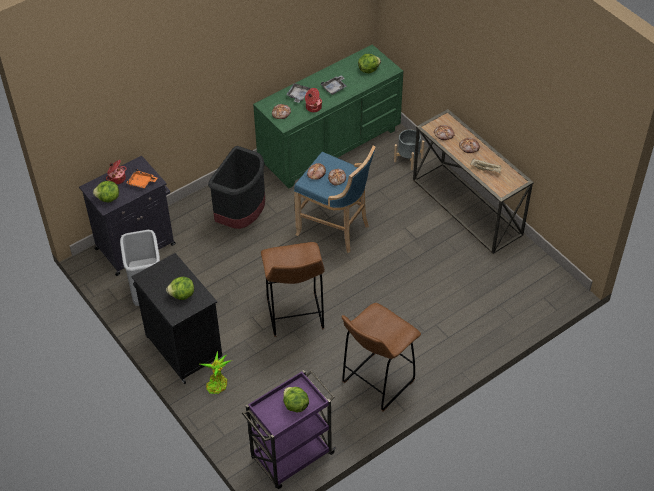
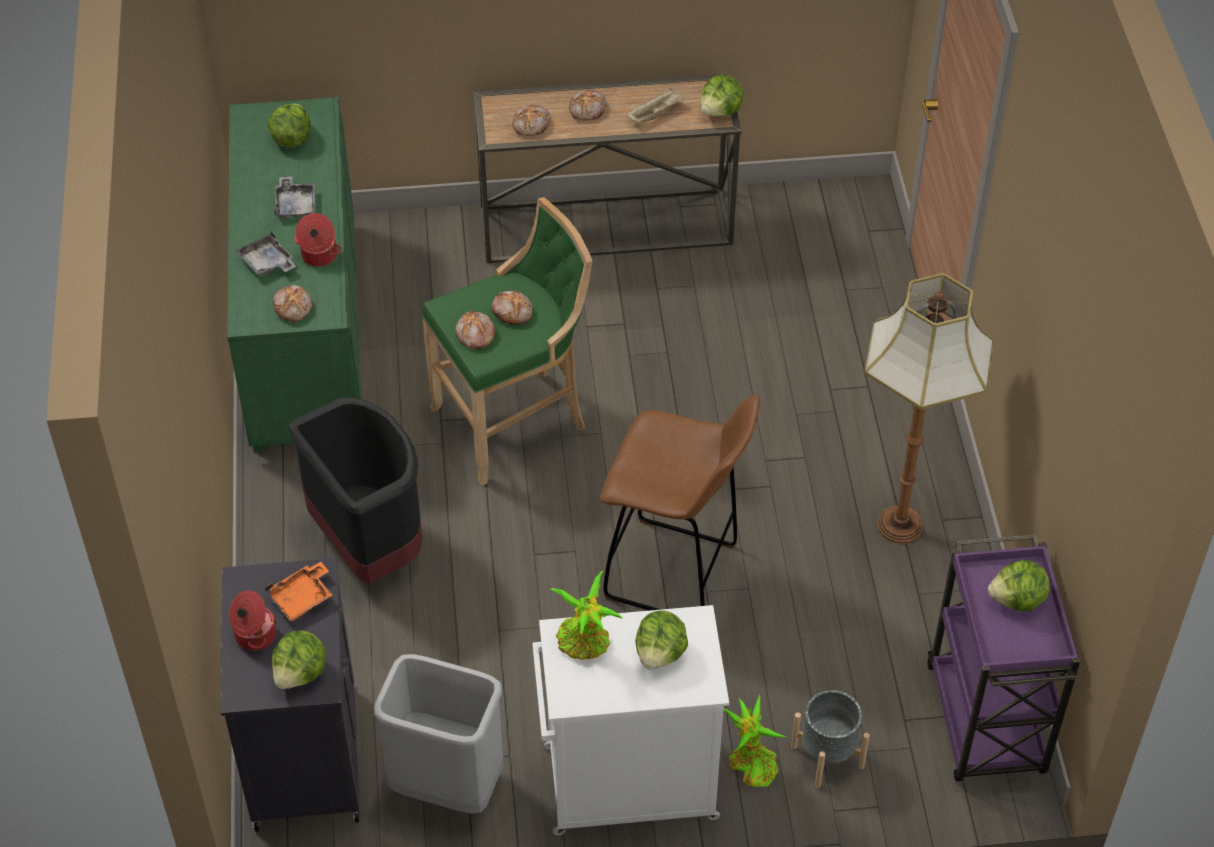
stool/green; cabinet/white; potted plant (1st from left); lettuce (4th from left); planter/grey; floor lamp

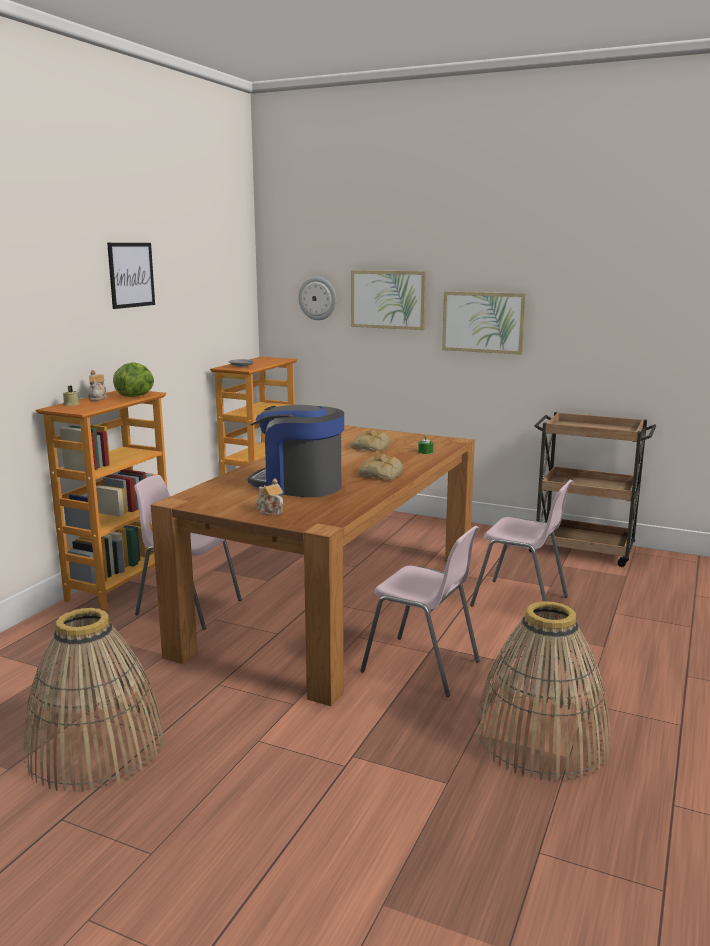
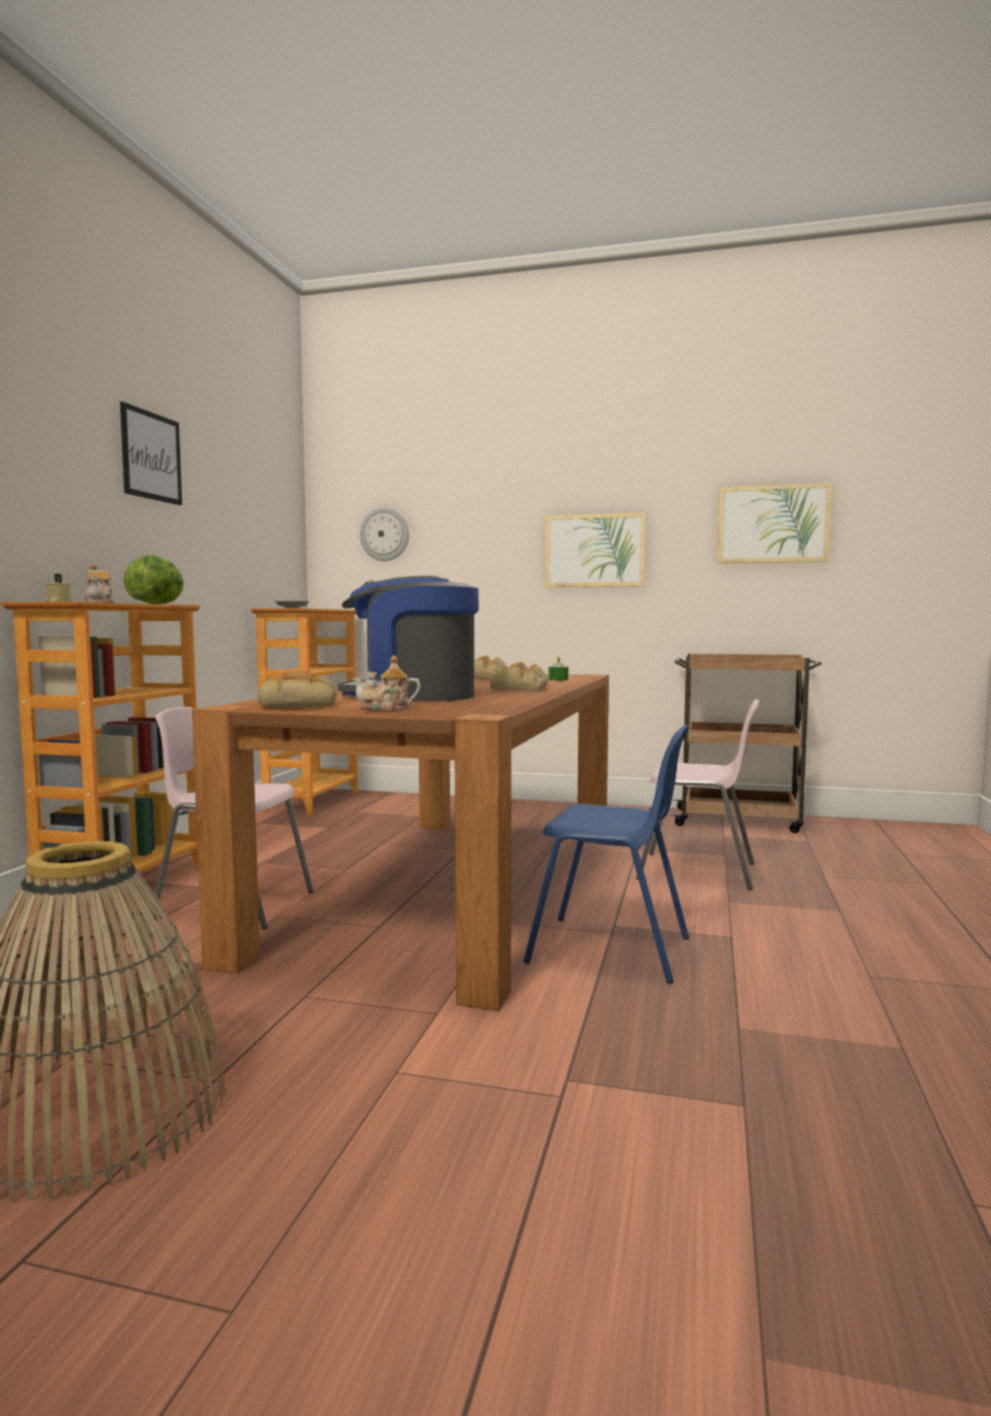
bread (1st from left); teapot (2nd from left); chair/blue; picture (3rd from left); basket (2nd from left in the first image)

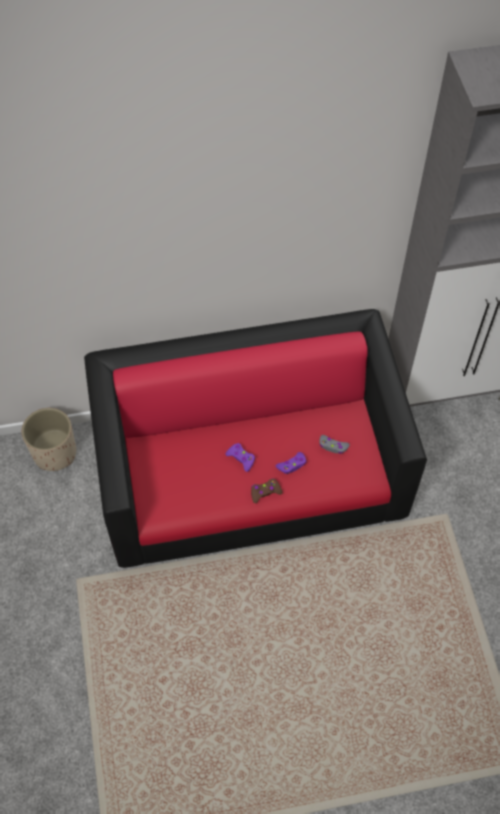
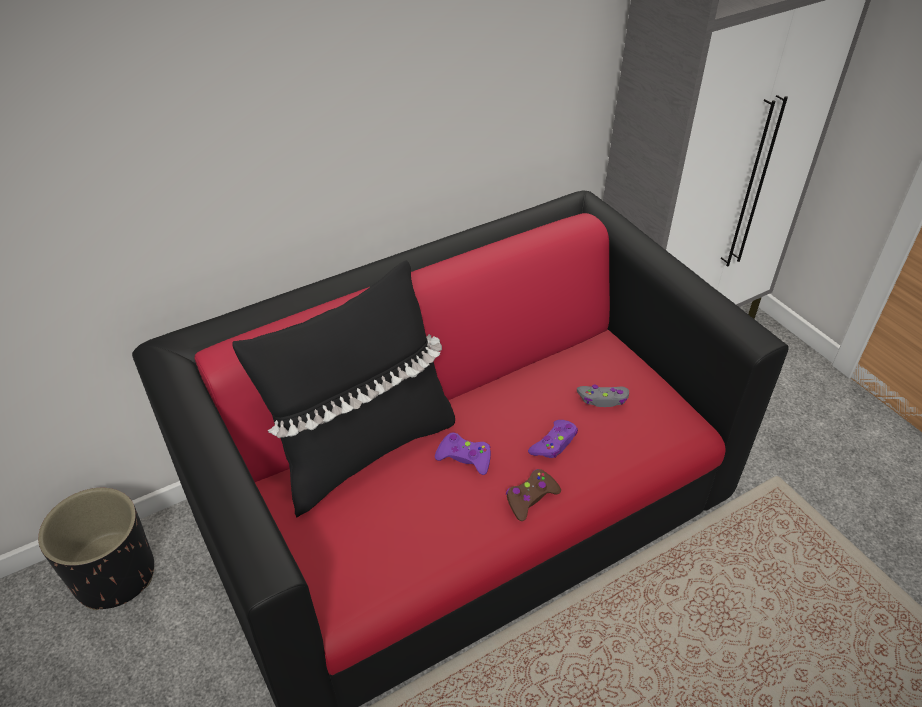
planter/black; pillow/black

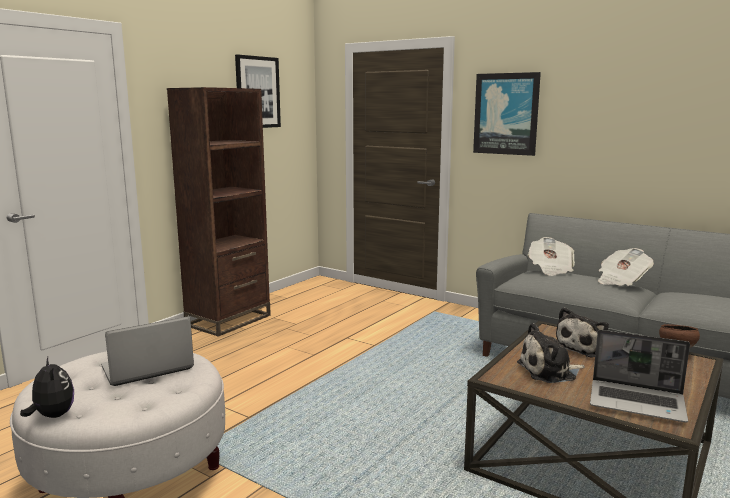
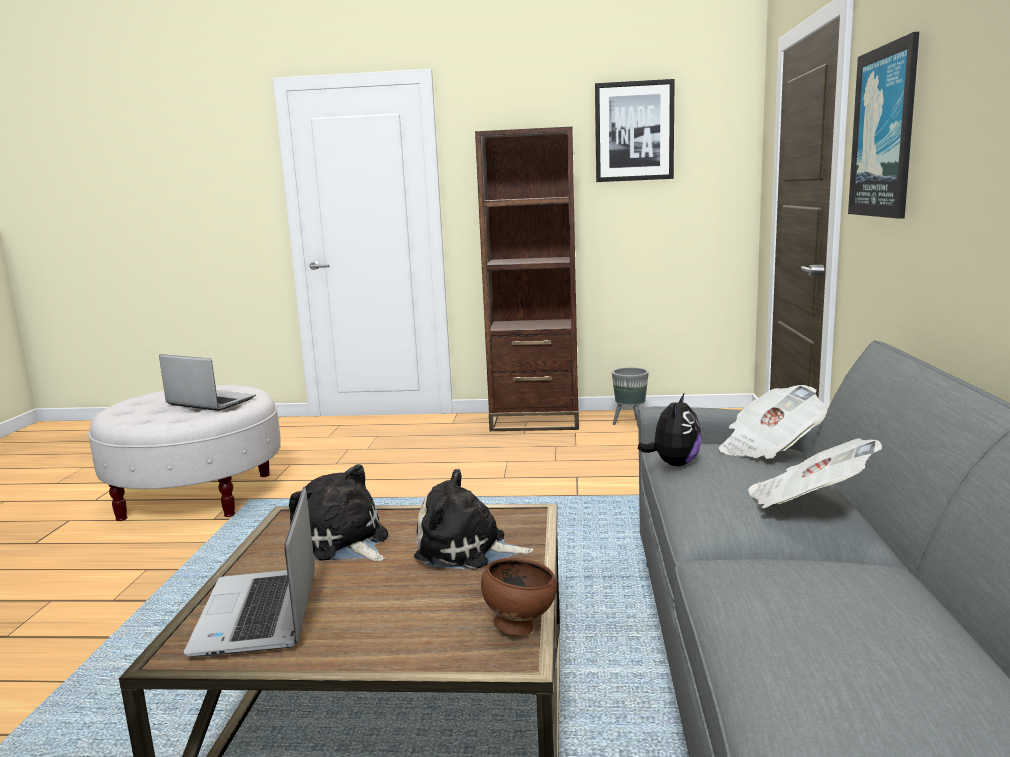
planter/grey; plush toy (3rd from left)

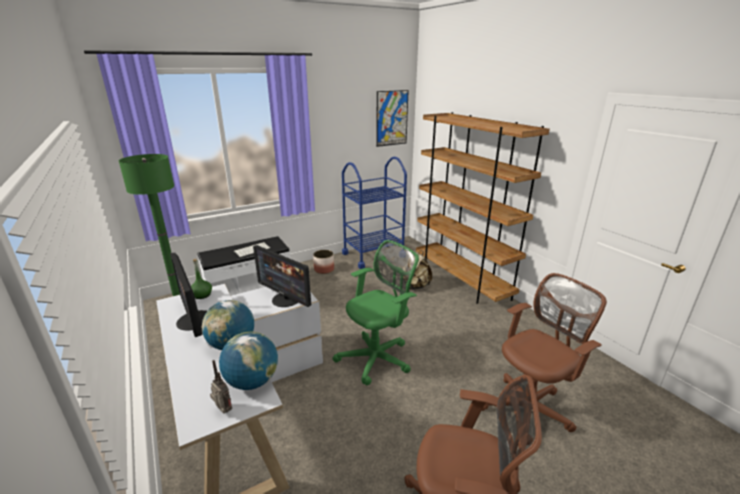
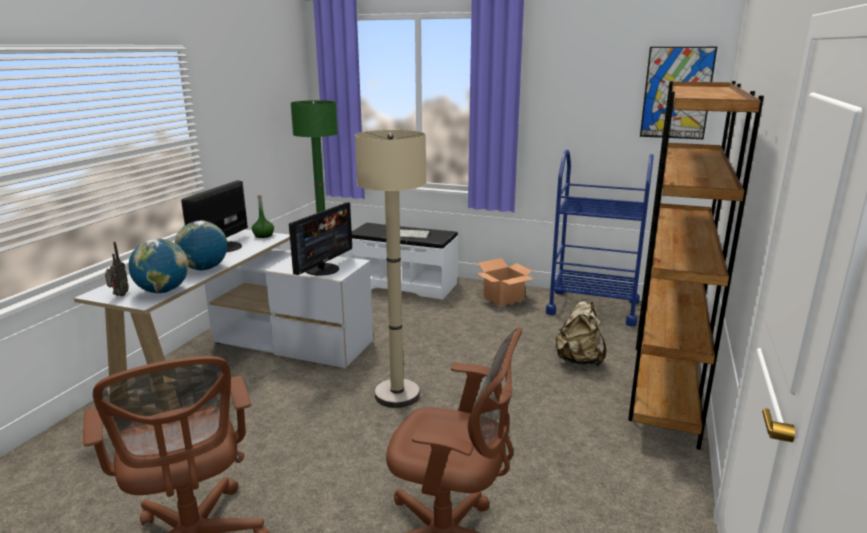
monitor (2nd from left); floor lamp/beige; cardboard box

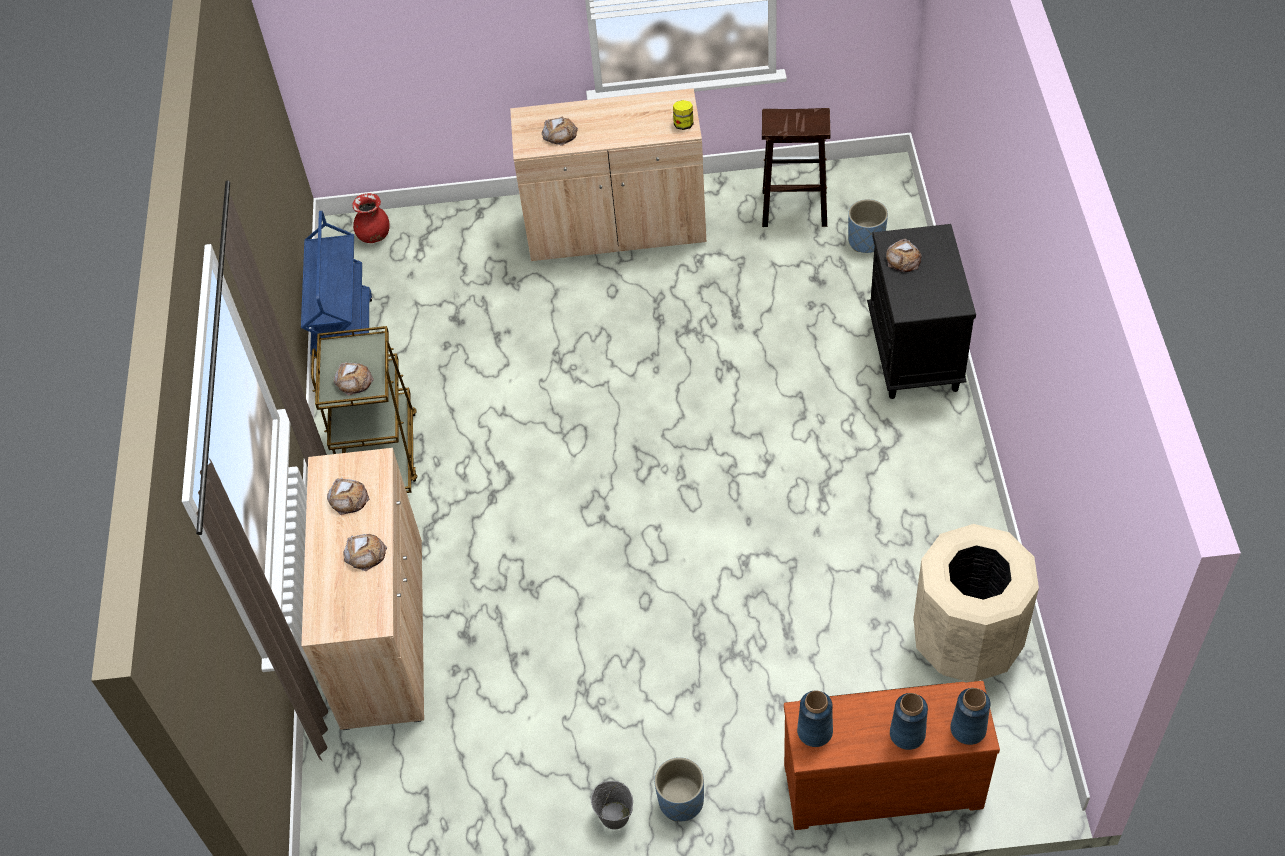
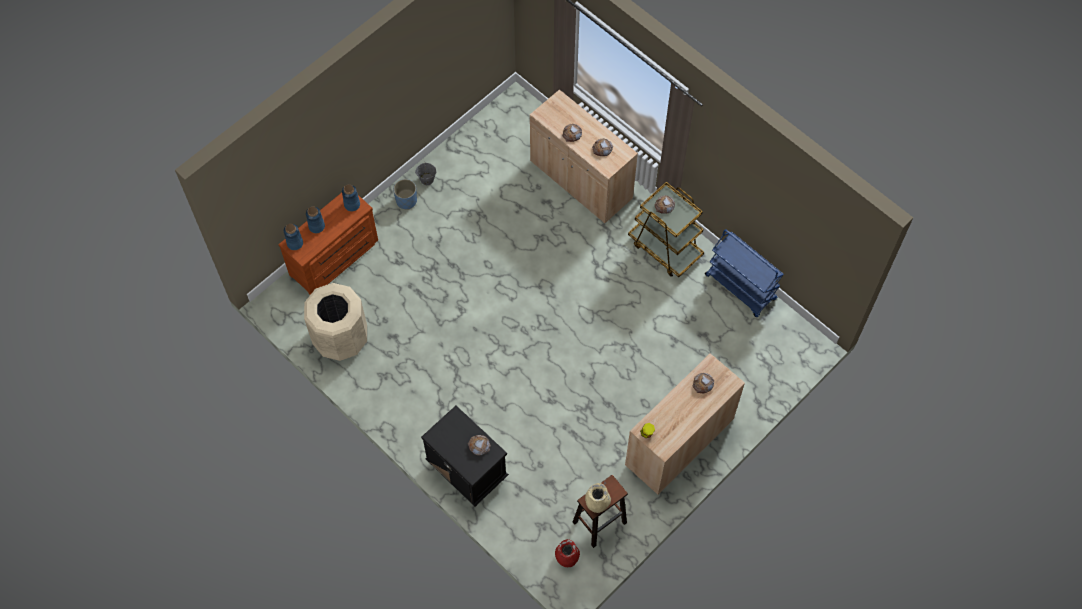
vase/red; vase/beige; planter/blue (2nd from left in the first image)

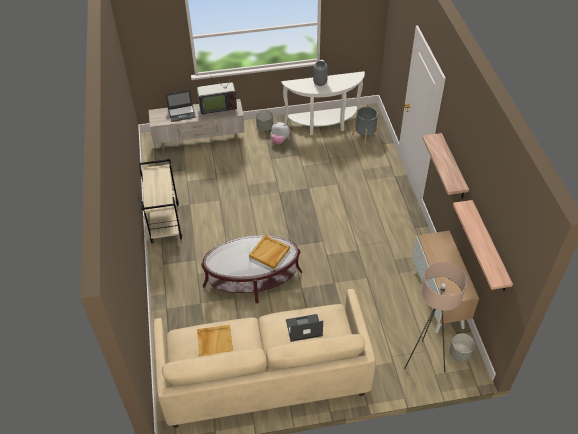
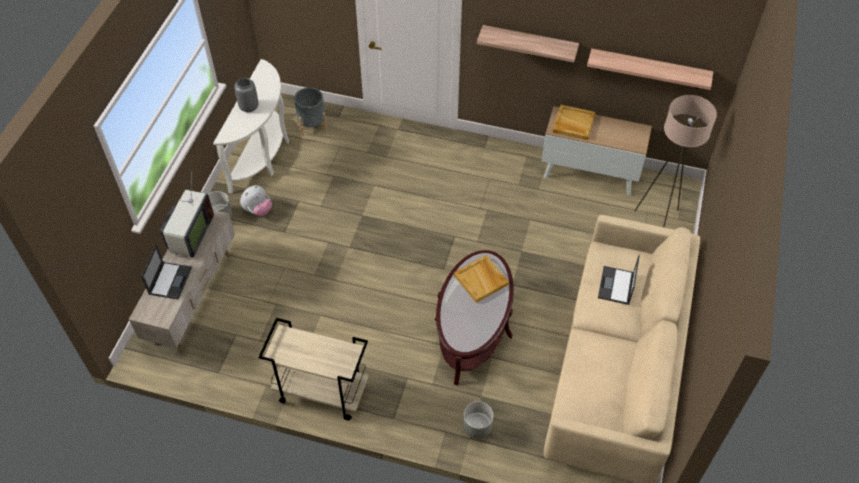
planter/grey (3rd from left); tray/beige (2nd from left)

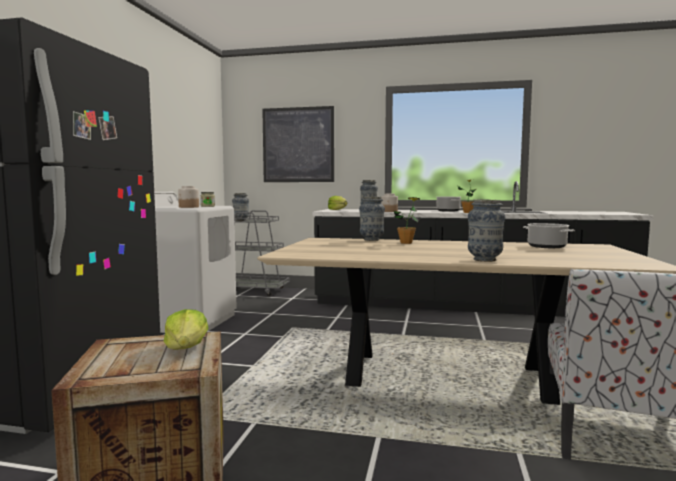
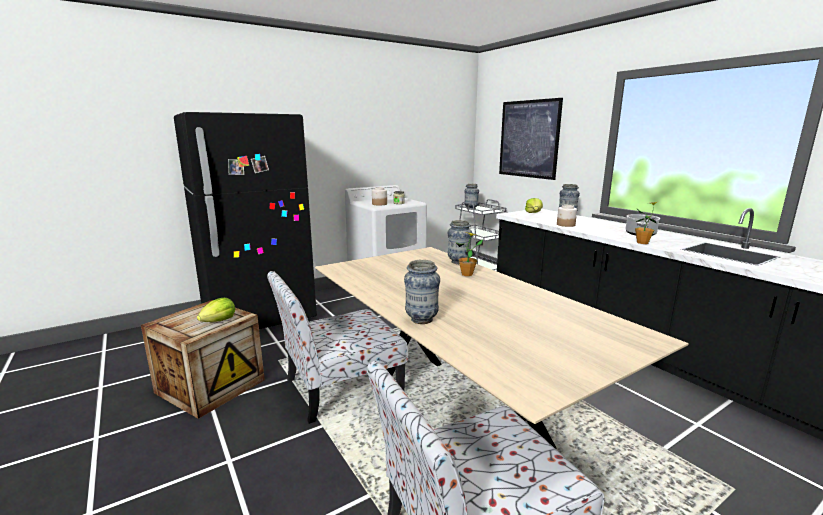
chair (1st from left); cooking pot (2nd from left in the first image)

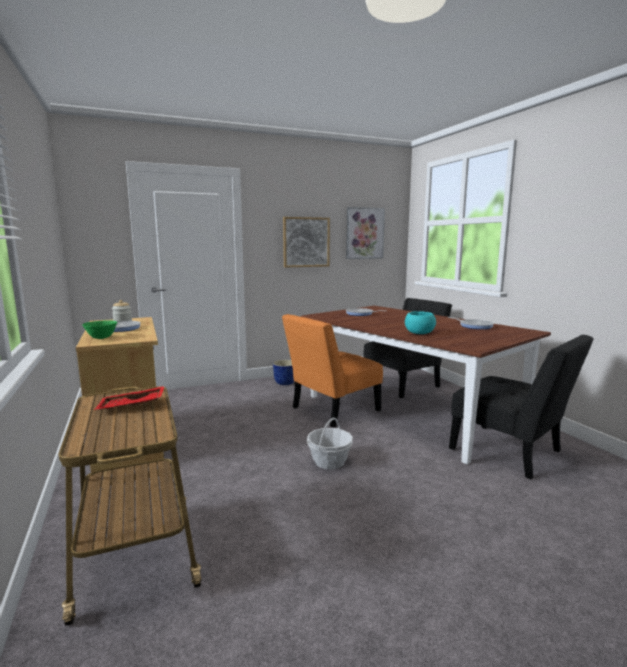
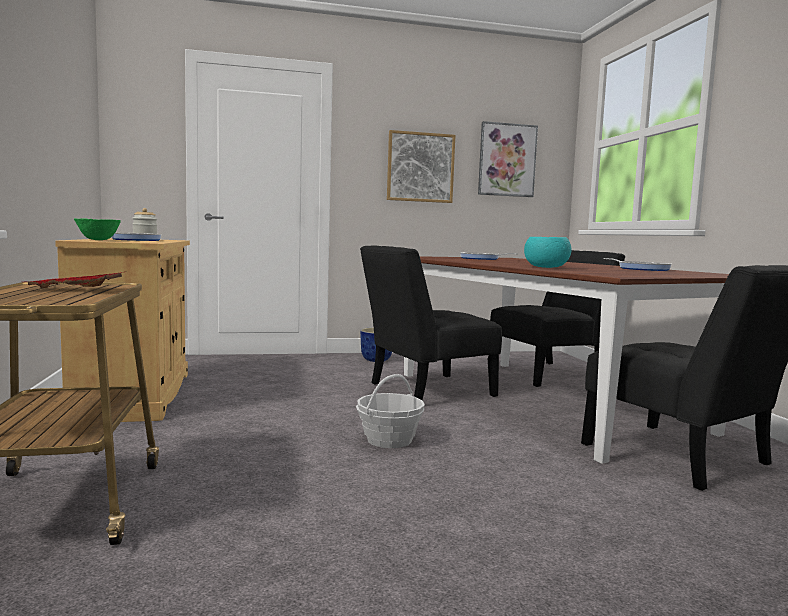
chair/black (1st from left)

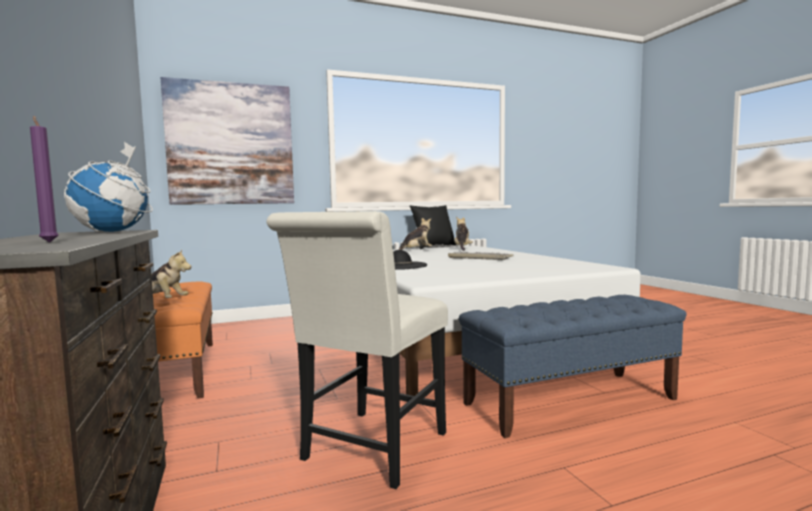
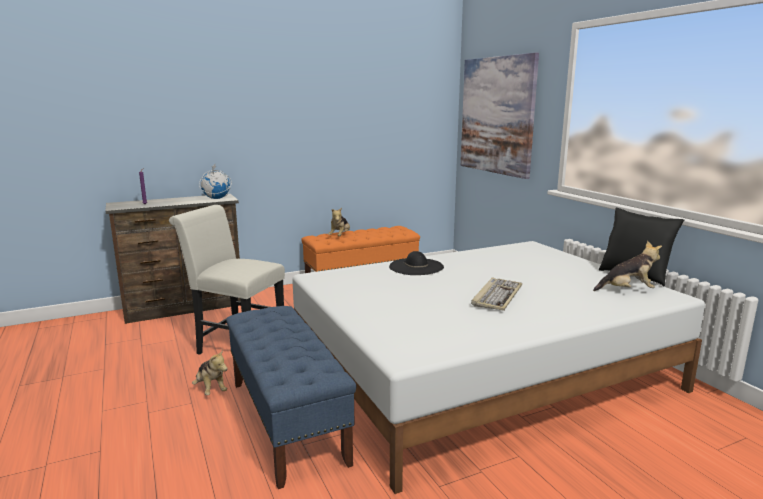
plush toy (1st from left)

